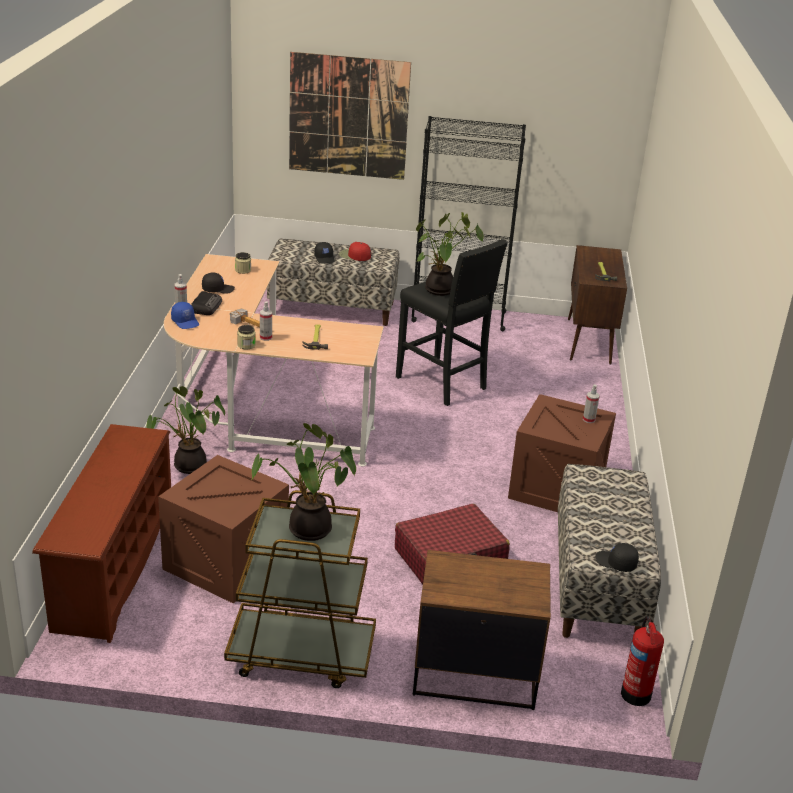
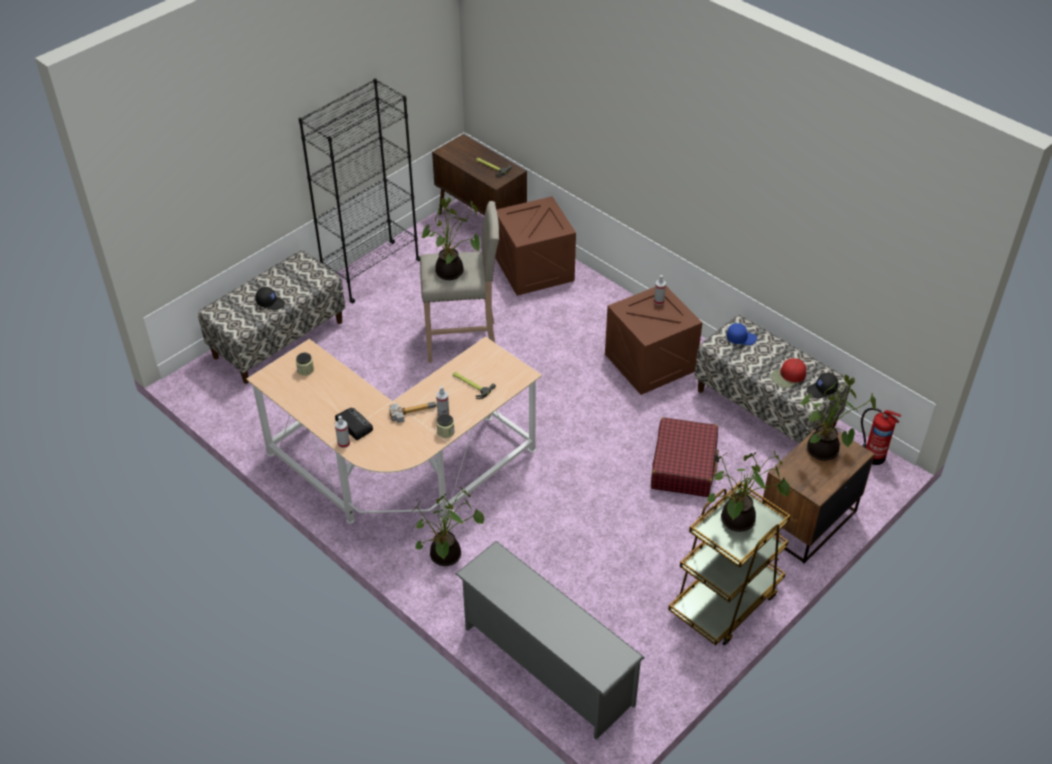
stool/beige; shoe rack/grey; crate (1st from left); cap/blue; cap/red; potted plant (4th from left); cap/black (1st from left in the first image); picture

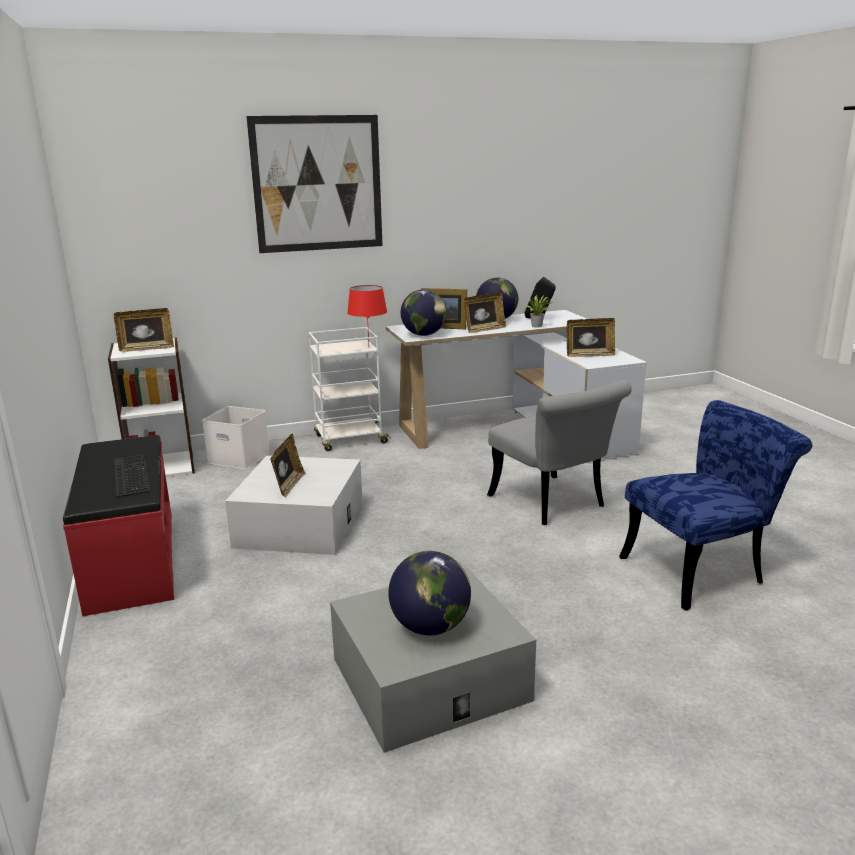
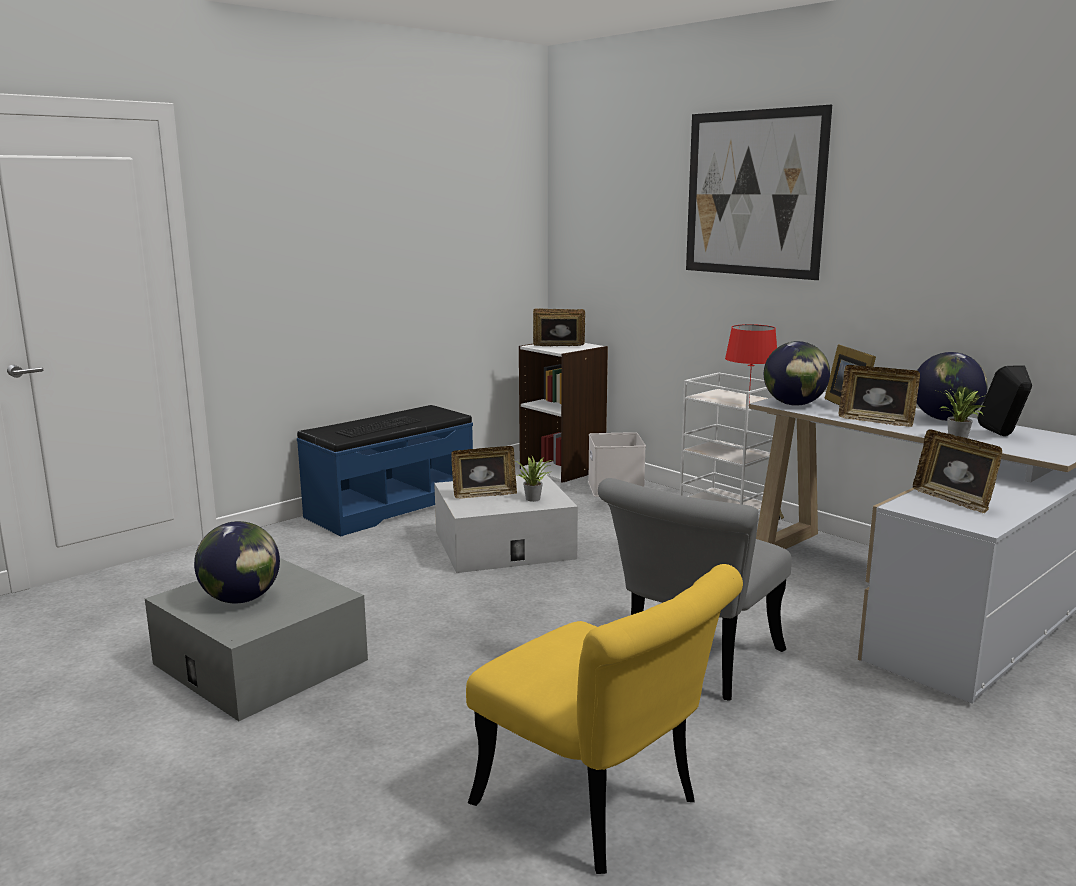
bench/blue; chair/yellow; potted plant (1st from left); picture frame (2nd from left)

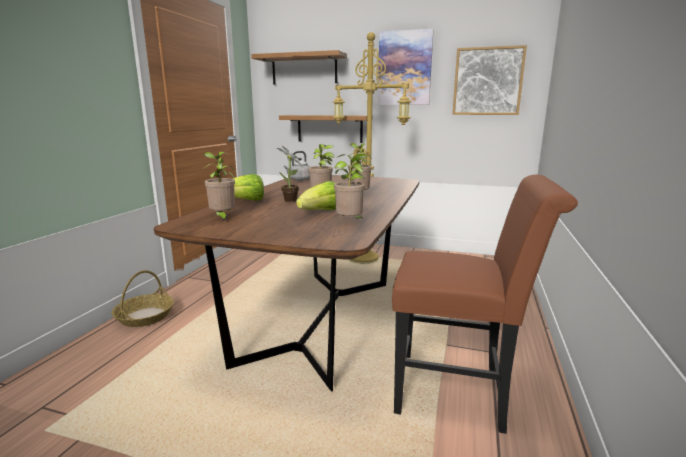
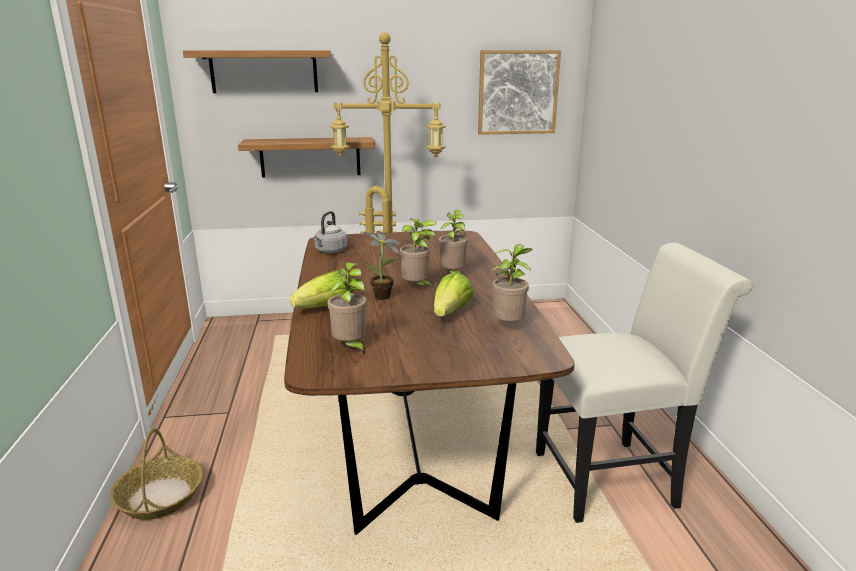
chair/white; picture (1st from left in the first image)

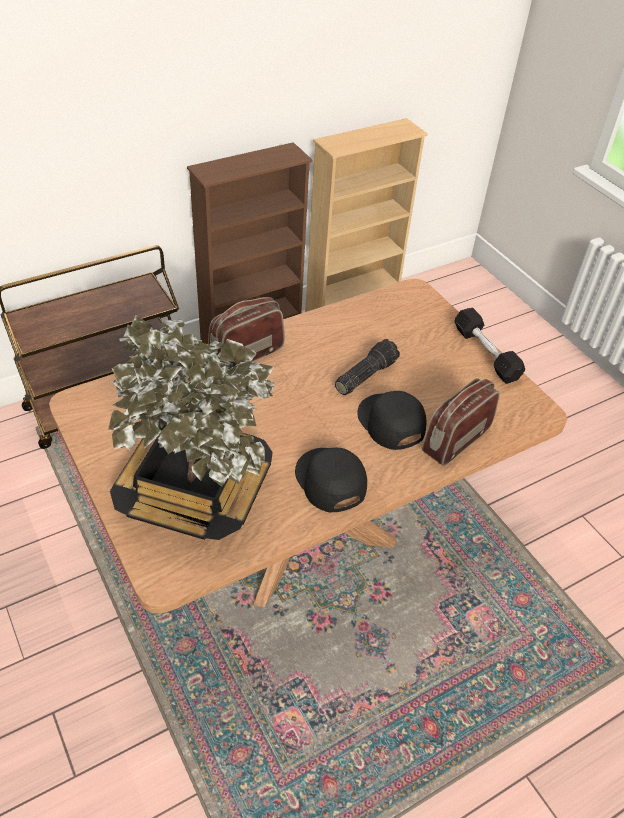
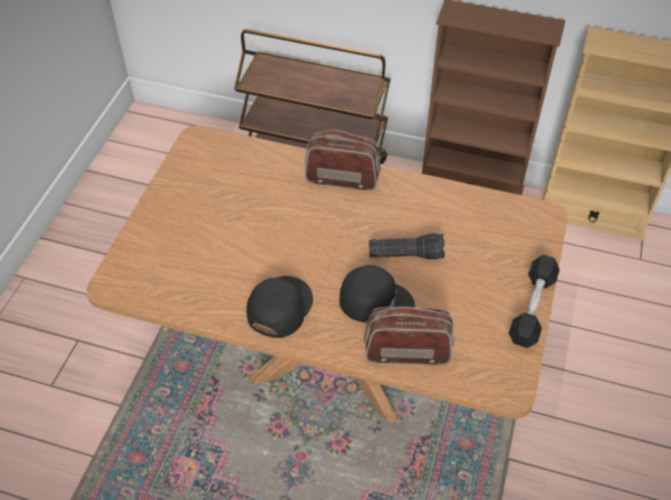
cap/black (2nd from left); potted plant

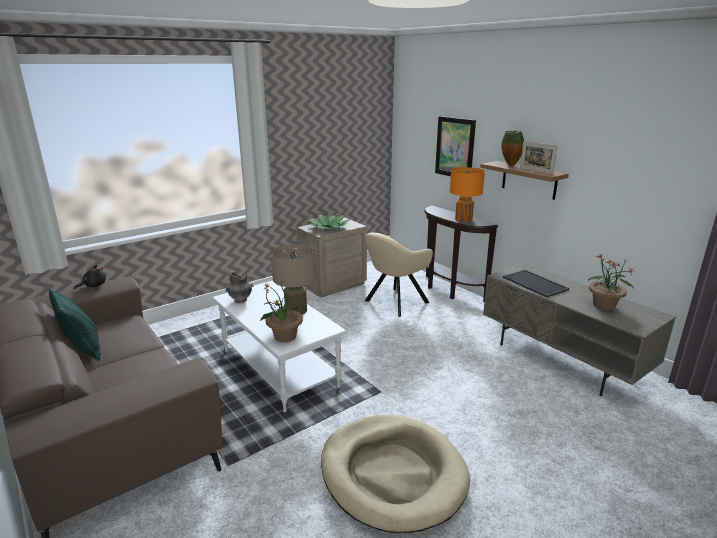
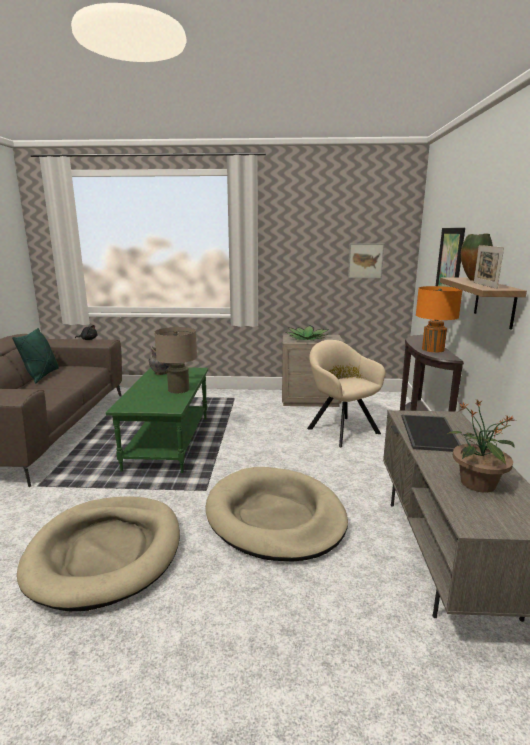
coffee table/green; dog bed/beige (2nd from left); armchair/beige; picture (1st from left); potted plant (1st from left in the first image)

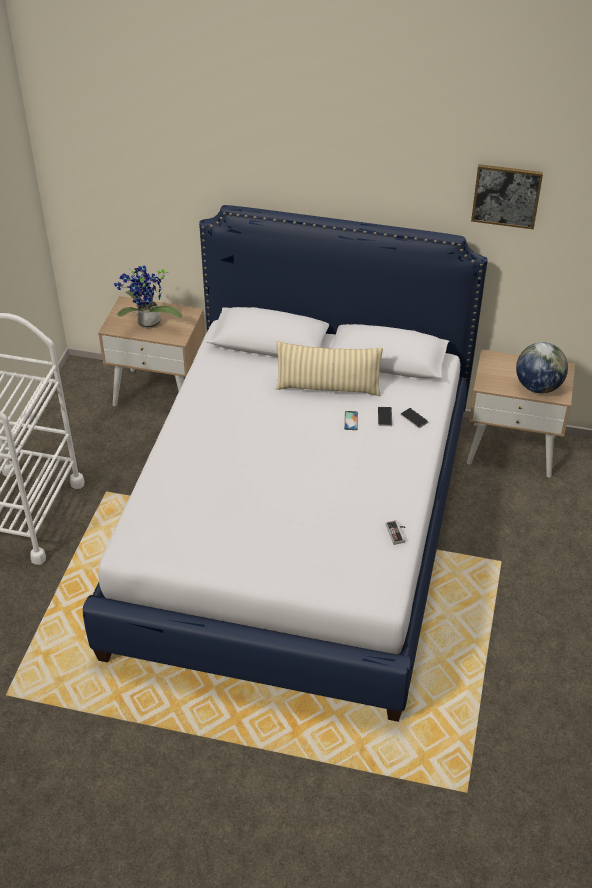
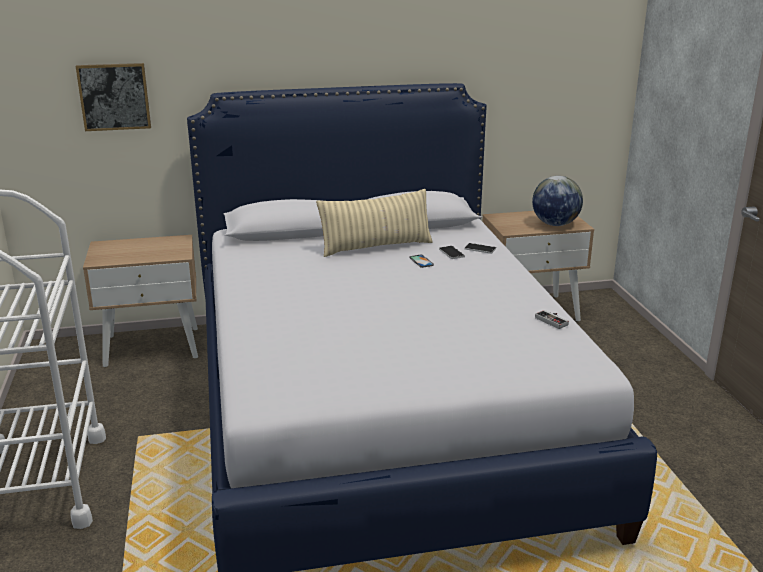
picture; potted plant

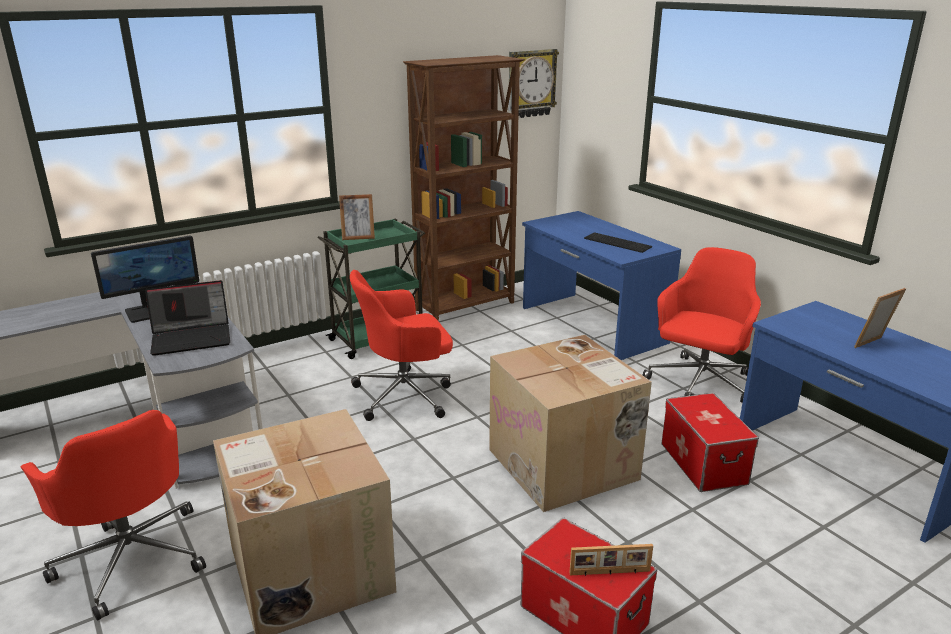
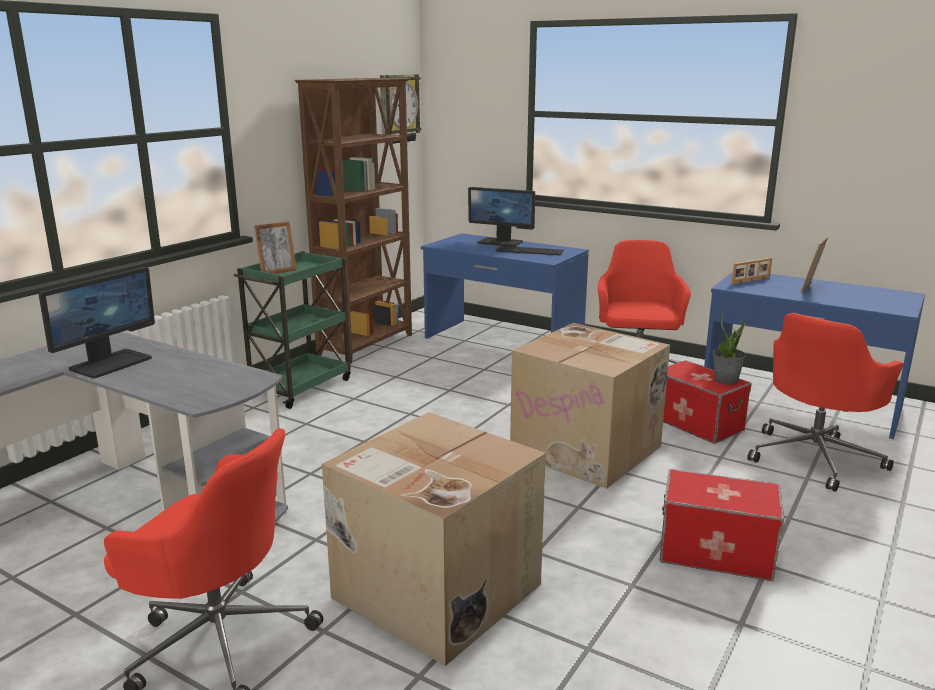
monitor (2nd from left); potted plant; picture frame (2nd from left); office chair/red (3rd from left); laptop

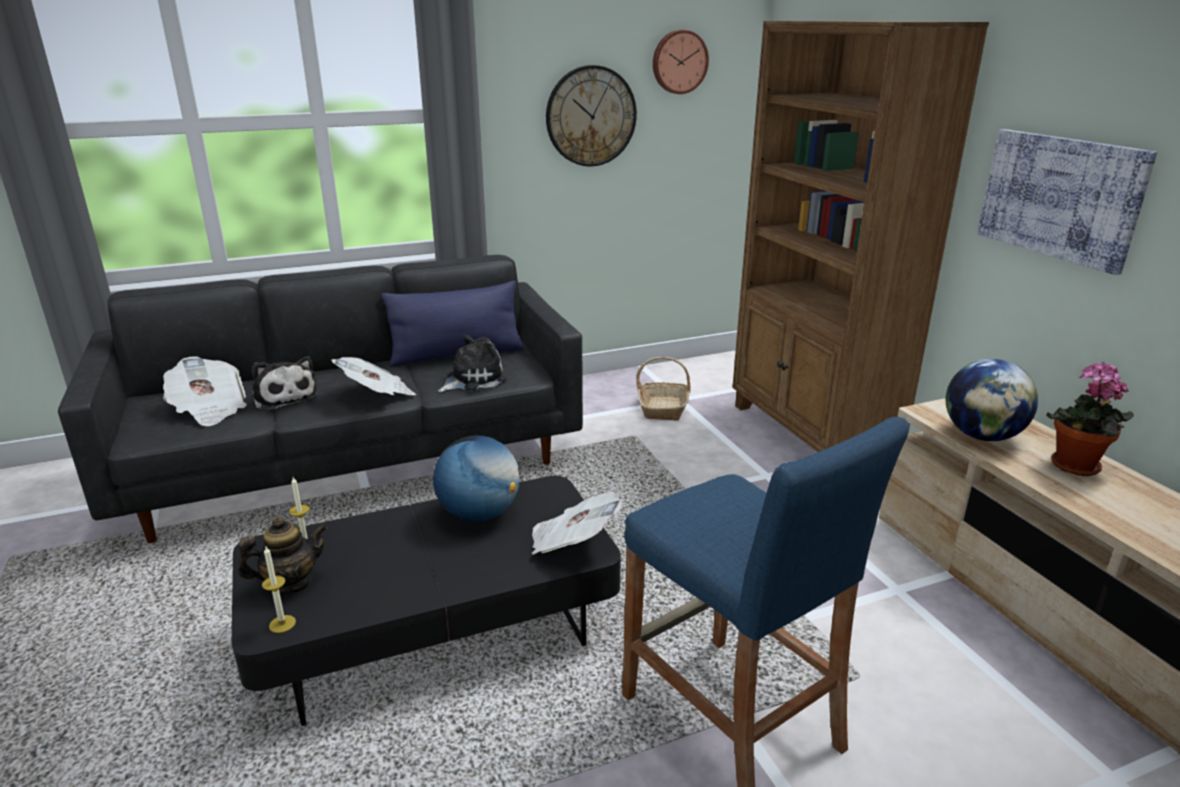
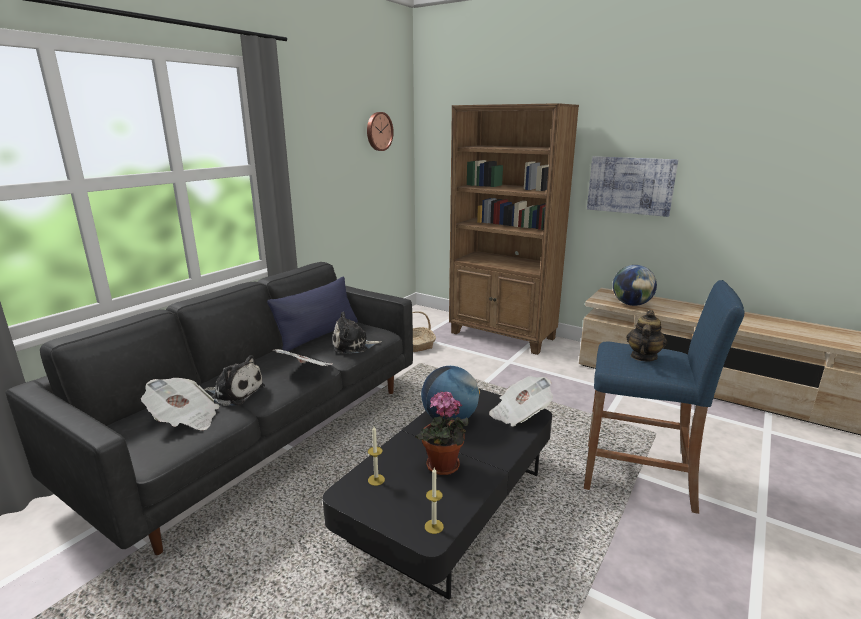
plush toy (2nd from left); potted plant; teapot; wall clock (1st from left in the first image)

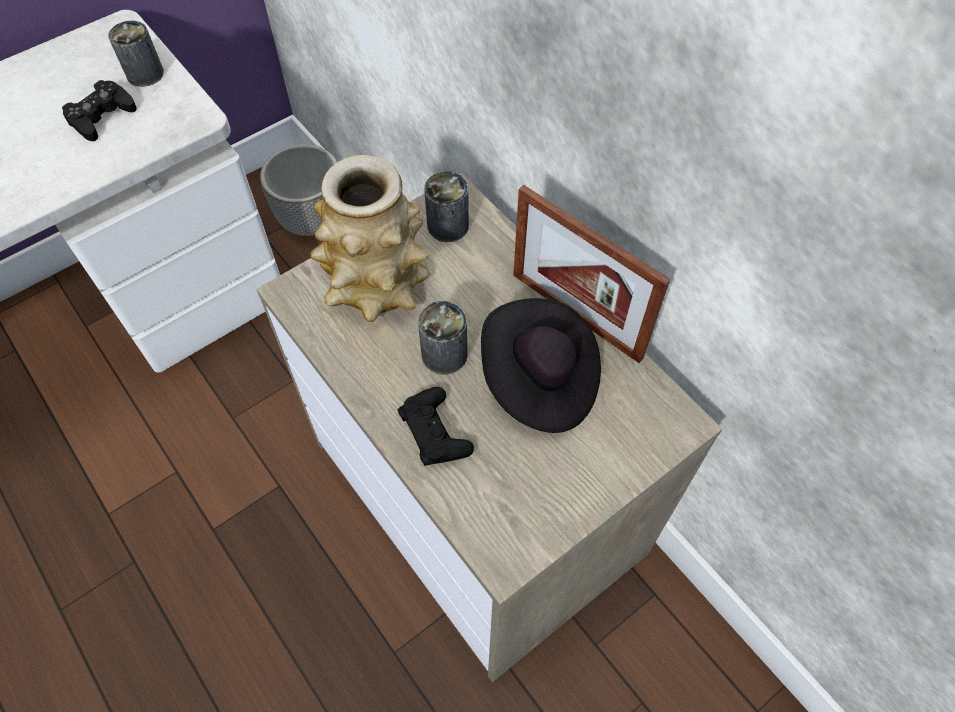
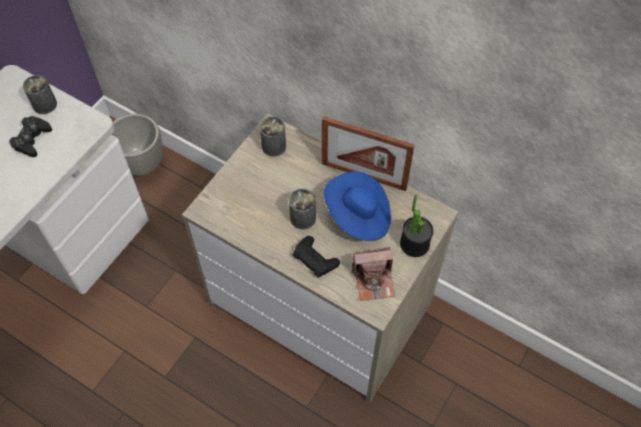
hat/blue; photo camera; potted plant; vase

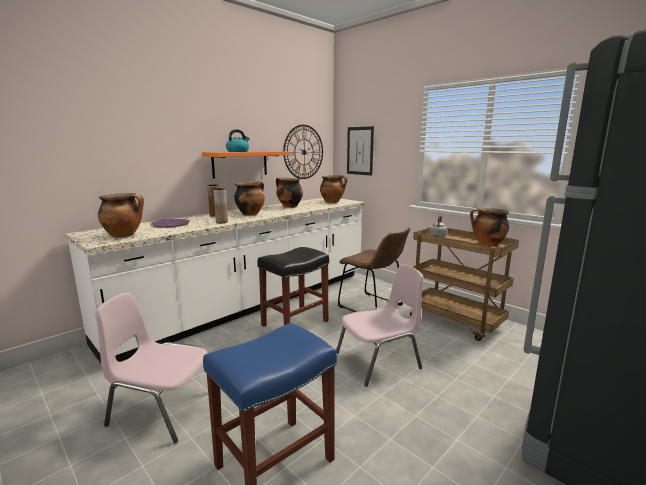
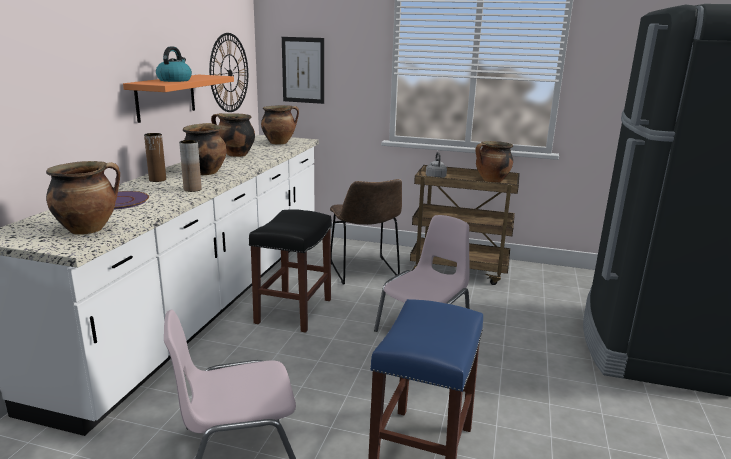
chair/brown

